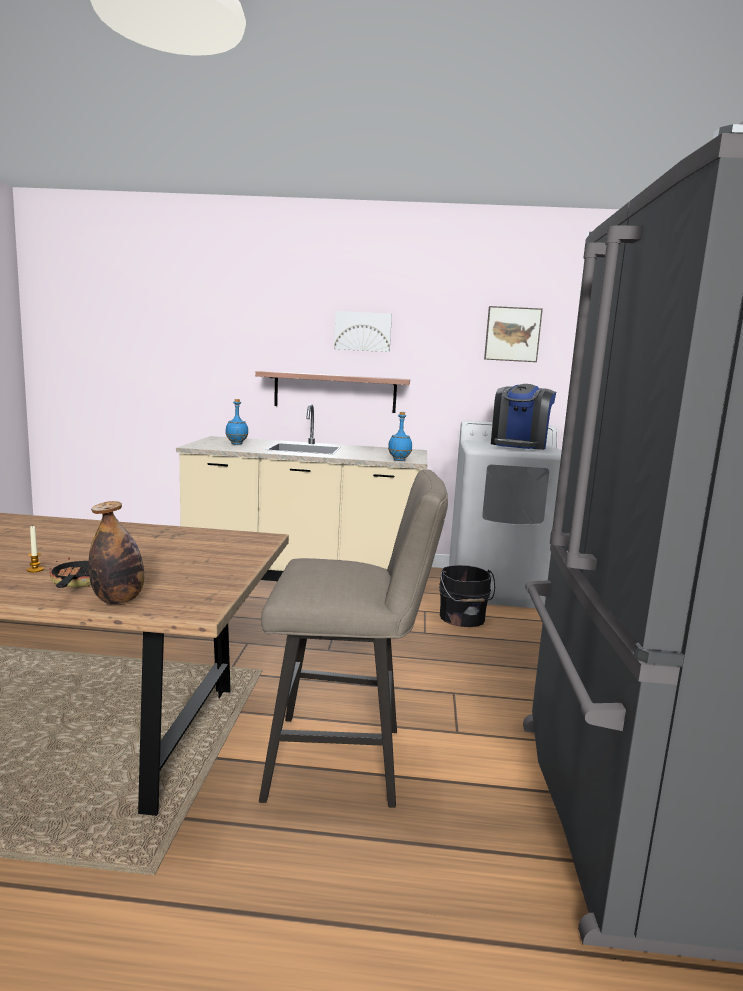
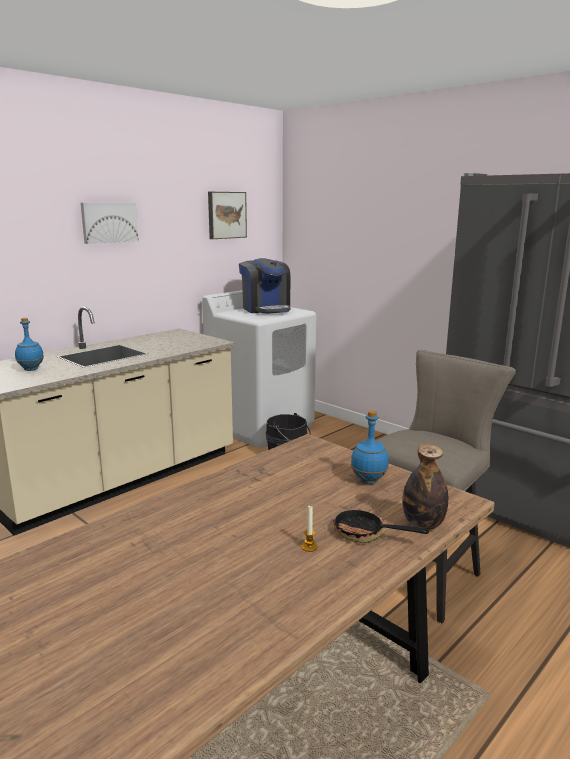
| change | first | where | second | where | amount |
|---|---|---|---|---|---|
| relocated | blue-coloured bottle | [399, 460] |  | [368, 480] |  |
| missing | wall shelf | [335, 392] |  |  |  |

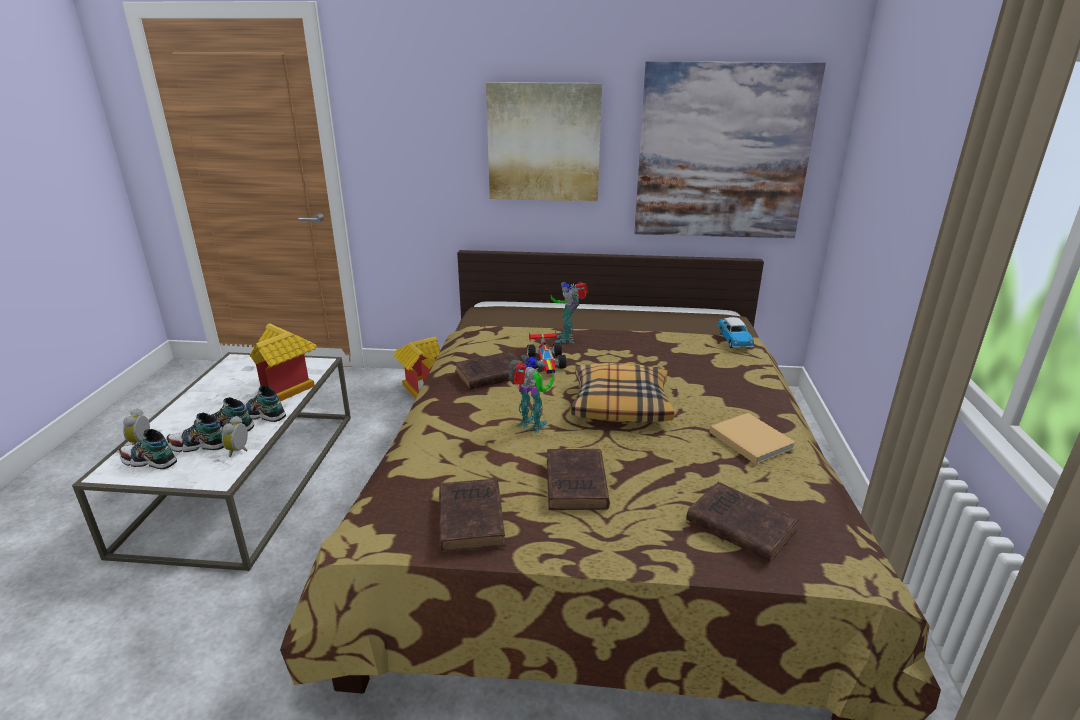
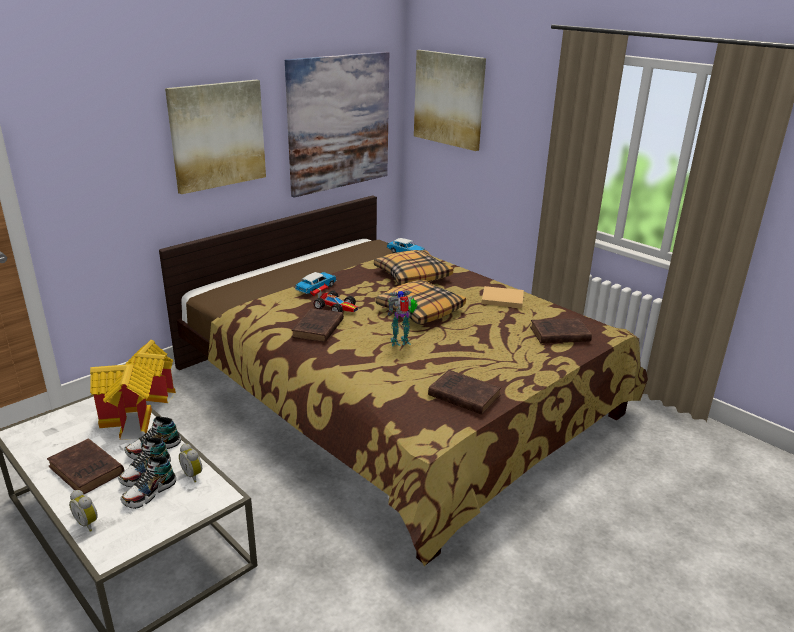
| change | first | where | second | where | amount |
|---|---|---|---|---|---|
| relocated | brownish book | [576, 485] |  | [87, 471] |  |
| exchanged | model robot | [567, 338] | toy car | [316, 288] |  |
| appeared |  |  | cushion | [412, 275] |  |
| appeared |  |  | wall art | [449, 99] |  |
| missing | shoe | [149, 462] |  |  |  |

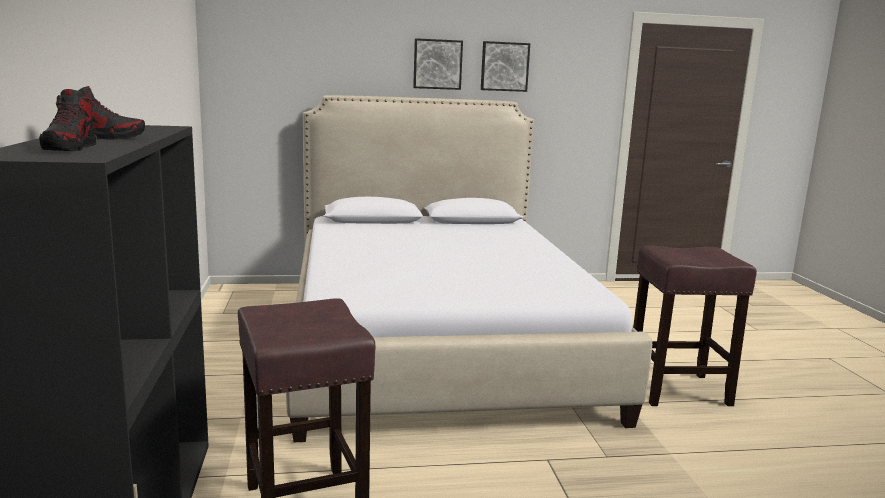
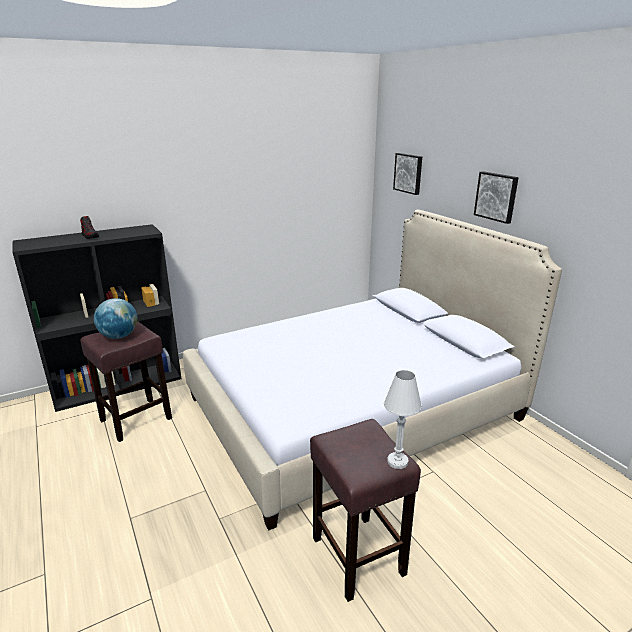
| change | first | where | second | where | amount |
|---|---|---|---|---|---|
| appeared |  |  | globe | [119, 336] |  |
| appeared |  |  | white lamp for a table | [397, 461] |  |
| relocated | wall art | [504, 66] |  | [408, 173] |  |
| missing | shoe | [70, 148] |  |  |  |

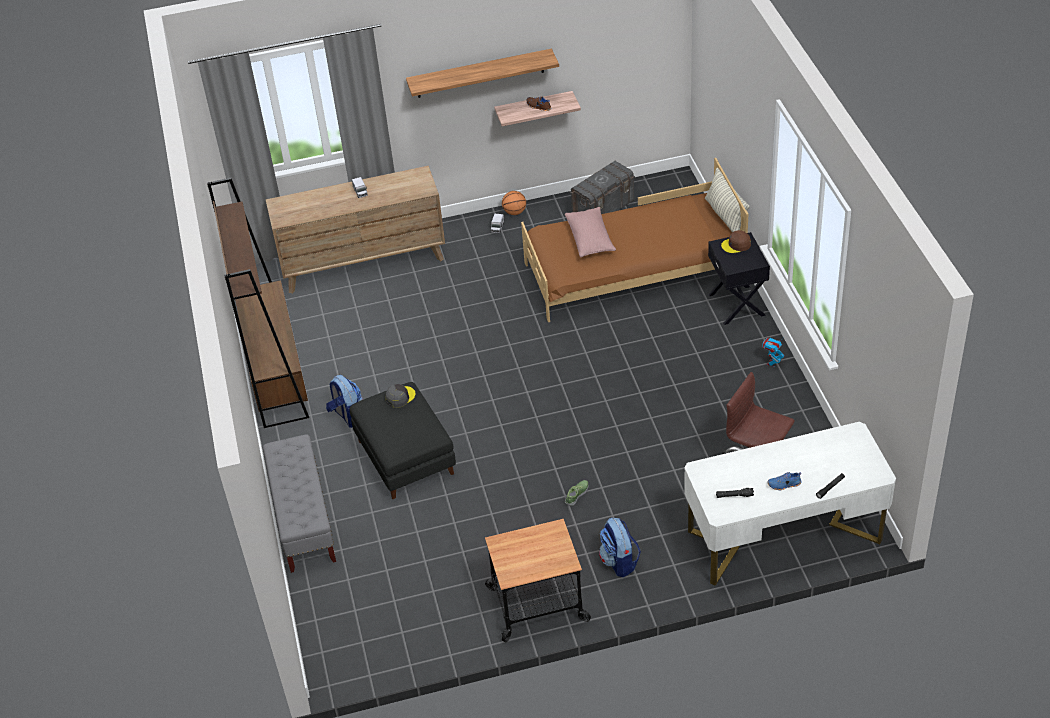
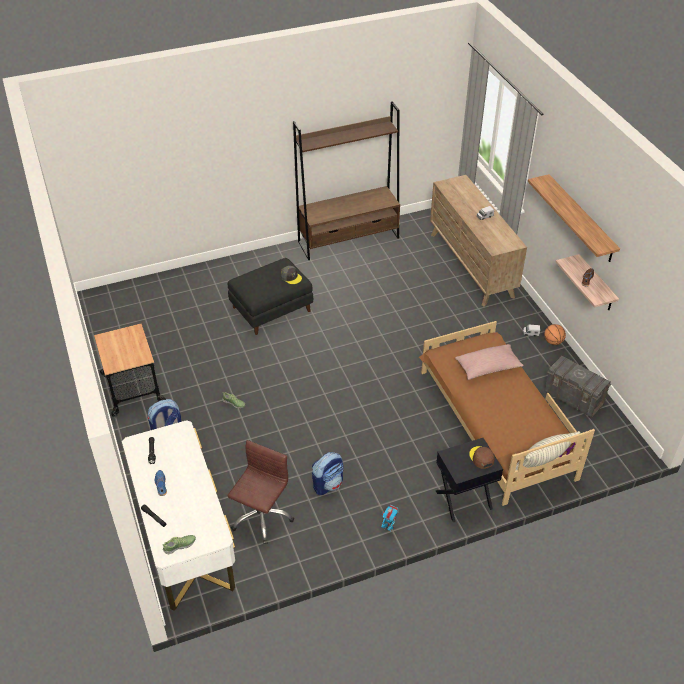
| change | first | where | second | where | amount |
|---|---|---|---|---|---|
| appeared |  |  | shoe | [179, 546] |  |
| relocated | knapsack | [347, 416] |  | [328, 484] |  |
| missing | grey bench | [304, 520] |  |  |  |

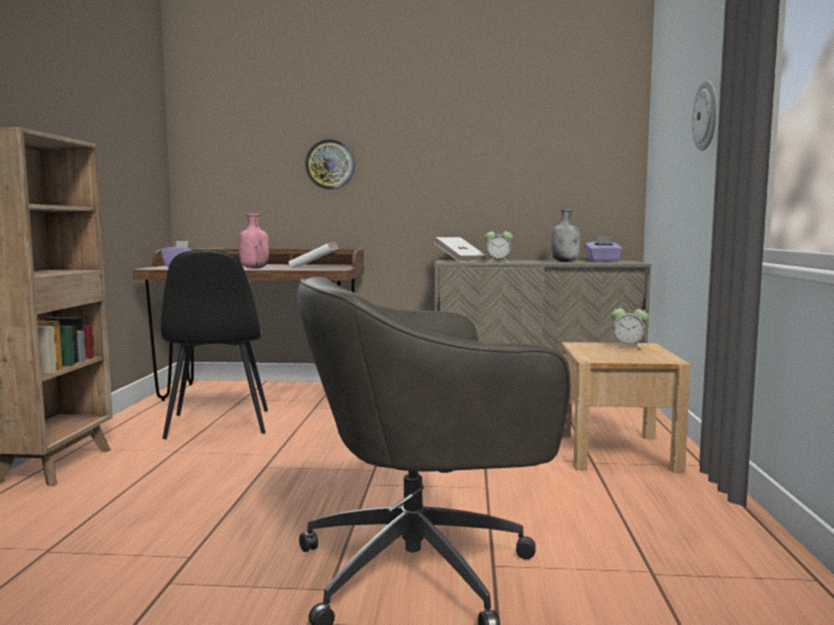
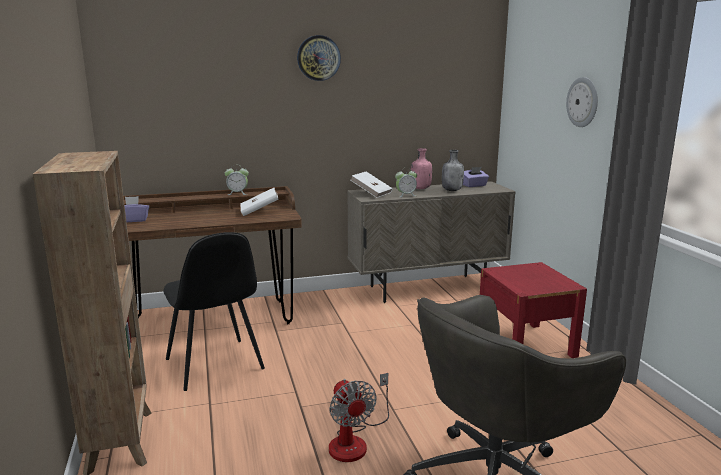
| change | first | where | second | where | amount |
|---|---|---|---|---|---|
| relocated | alarm clock | [628, 347] |  | [237, 193] |  |
| relocated | hanging clock | [330, 164] |  | [318, 58] |  |
| appeared |  |  | electric fan | [355, 441] |  |
| relocated | pinkish bottle | [254, 268] |  | [420, 188] |  |
| colour | beige night table | [616, 451] | reddish night table | [525, 344] |  |

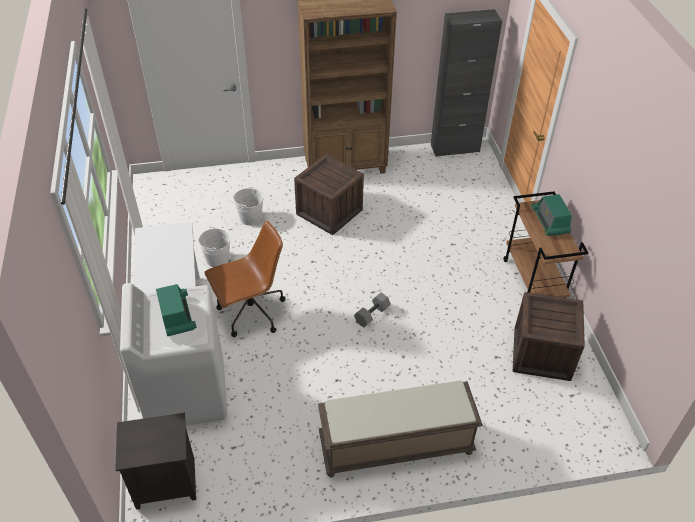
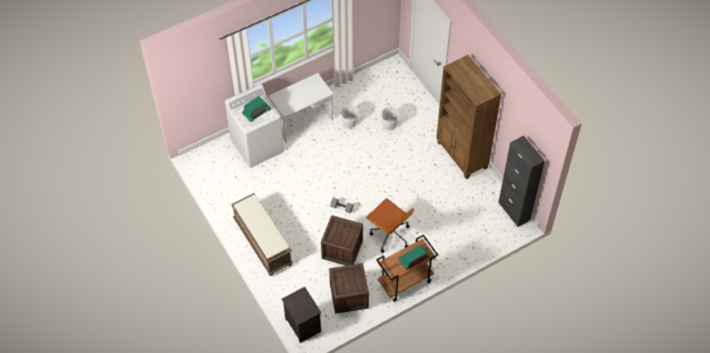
| change | first | where | second | where | amount |
|---|---|---|---|---|---|
| relocated | black-coloured night table | [165, 484] |  | [302, 325] |  |
| relocated | crate | [329, 212] |  | [342, 249] |  |
| relocated | brownish computer chair | [251, 313] |  | [390, 235] |  |

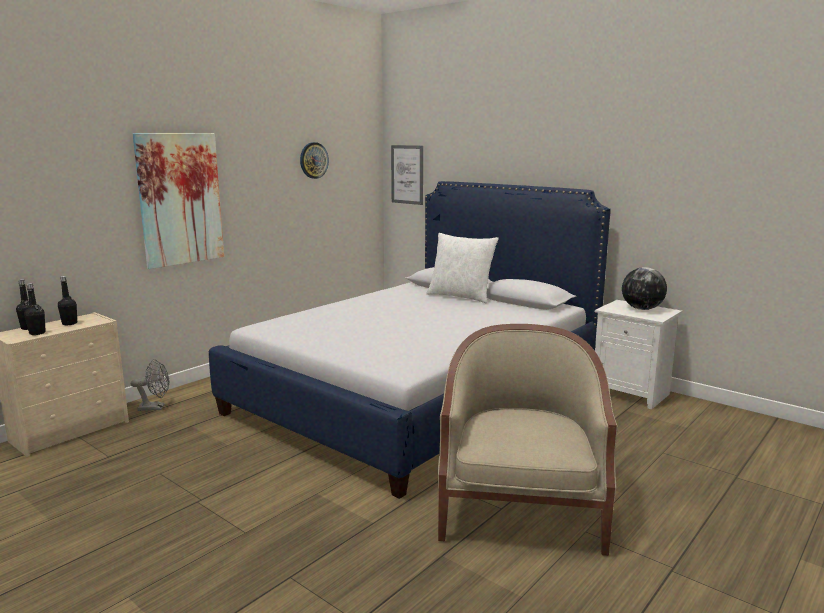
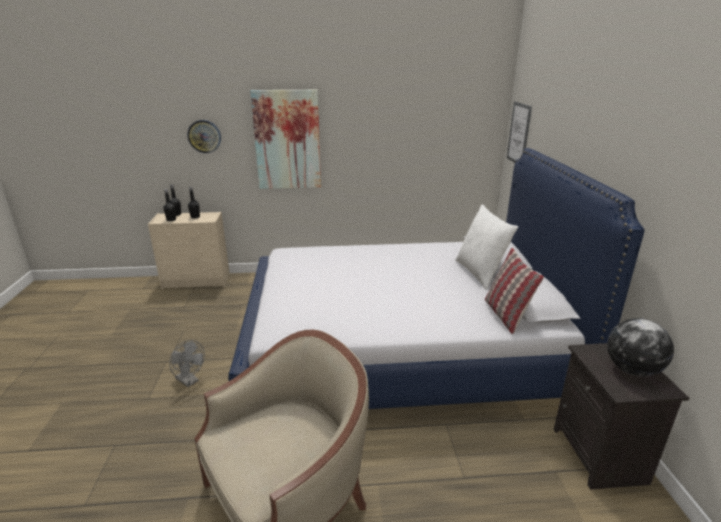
| change | first | where | second | where | amount |
|---|---|---|---|---|---|
| relocated | grey electric fan | [155, 407] |  | [189, 381] |  |
| relocated | hanging clock | [313, 160] |  | [204, 136] |  |
| appeared |  |  | cushion | [506, 315] |  |
| colour | white night table | [632, 393] | black-coloured night table | [601, 456] |  |

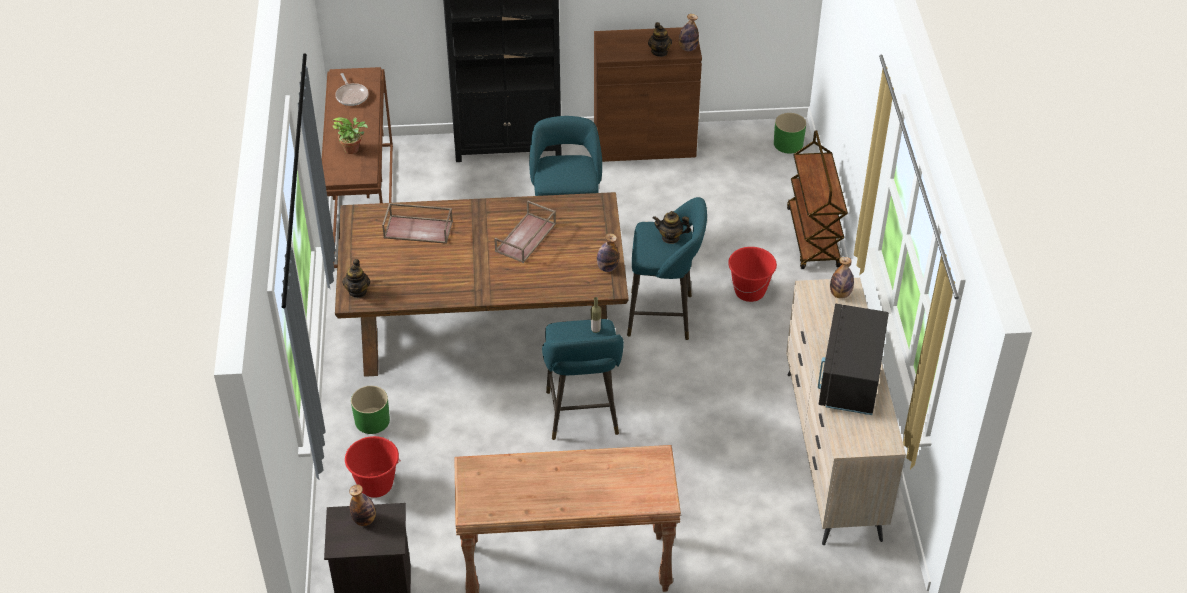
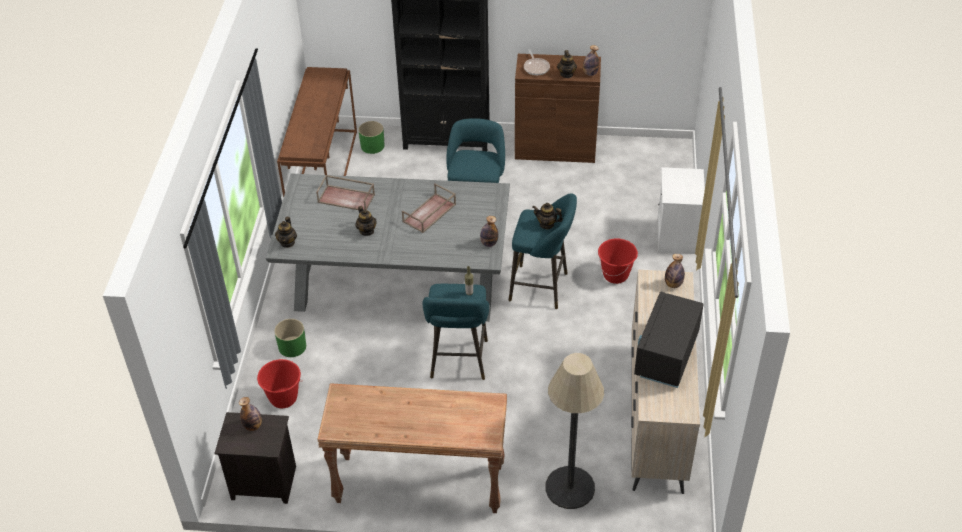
| change | first | where | second | where | amount |
|---|---|---|---|---|---|
| colour | brownish kitchen table | [486, 328] | grey kitchen table | [398, 283] |  |
| appeared |  |  | teapot | [367, 231] |  |
| relocated | green plant pot | [788, 144] |  | [372, 146] |  |
| relocated | frying pan | [351, 95] |  | [536, 67] |  |
| appeared |  |  | standing lamp | [570, 488] |  |
| exchanged | brownish cart | [813, 238] | white night table | [677, 237] |  |
| missing | potted plant | [353, 149] |  |  |  |

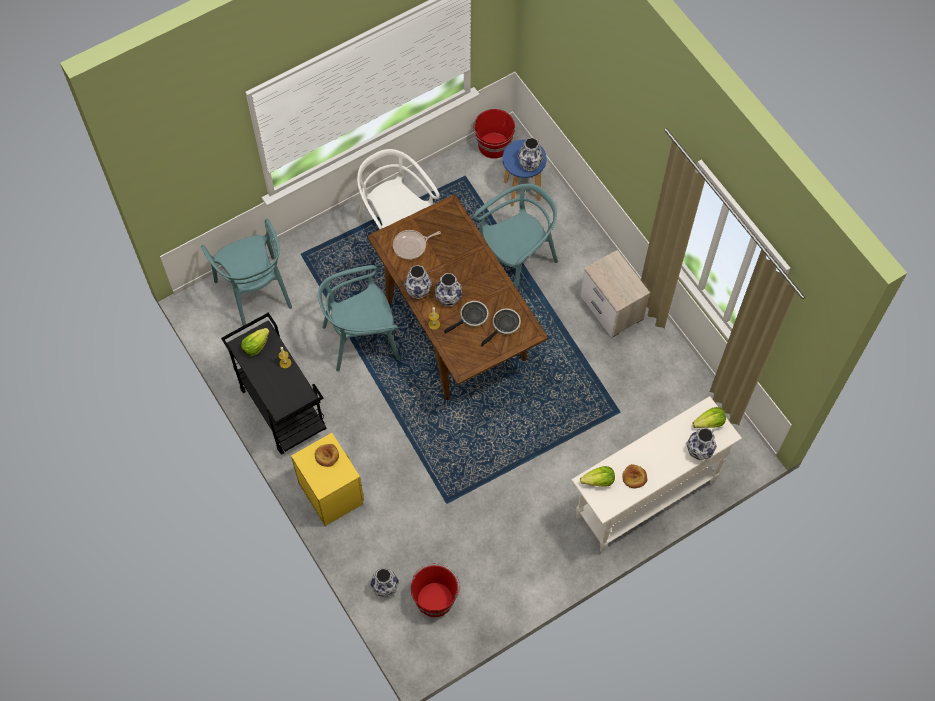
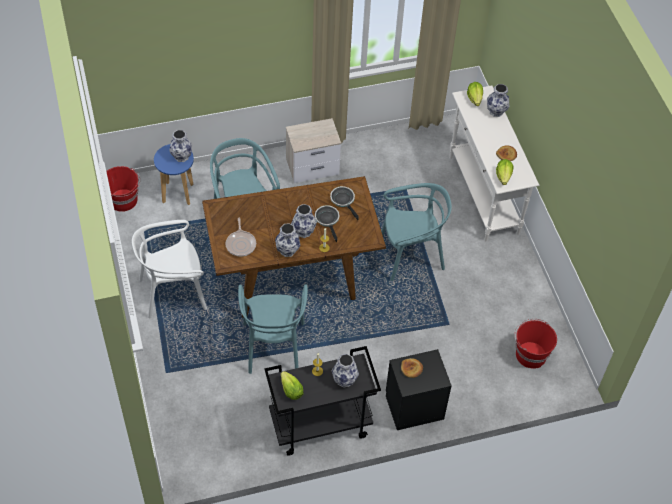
| change | first | where | second | where | amount |
|---|---|---|---|---|---|
| relocated | vase | [385, 588] |  | [345, 380] |  |
| relocated | turquoise upright chair | [255, 292] |  | [411, 254] |  |
| colour | yellowish night table | [331, 491] | black-coloured night table | [413, 406] |  |

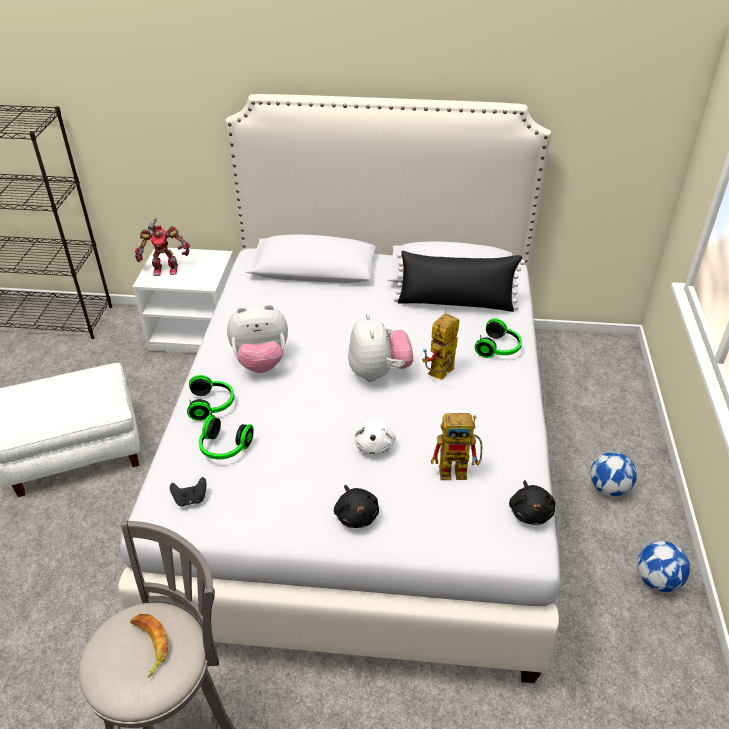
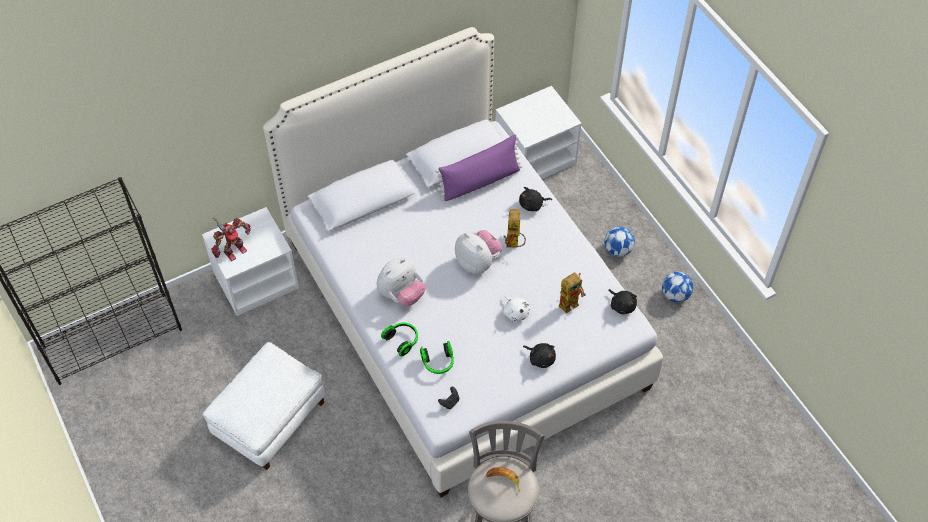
| change | first | where | second | where | amount |
|---|---|---|---|---|---|
| colour | black-coloured cushion | [456, 303] | purple-coloured cushion | [480, 181] |  |
| appeared |  |  | white night table | [535, 156] |  |
| exchanged | pair of headphones | [499, 349] | black-coloured plush toy | [532, 205] |  |

